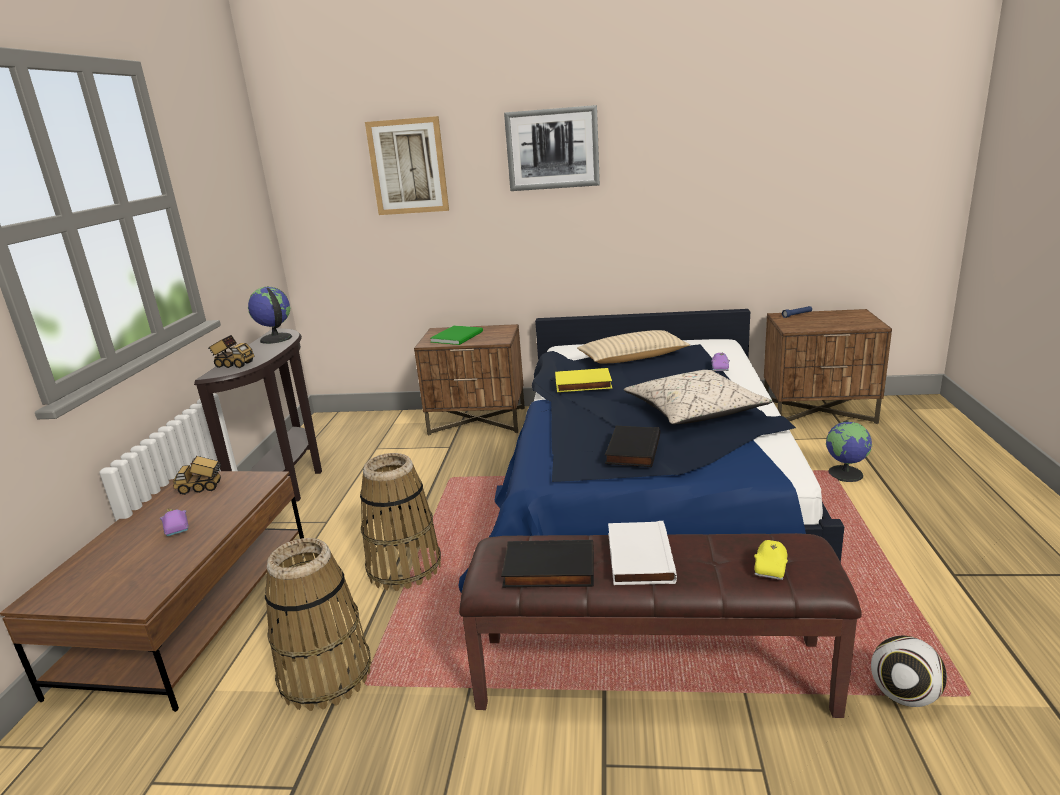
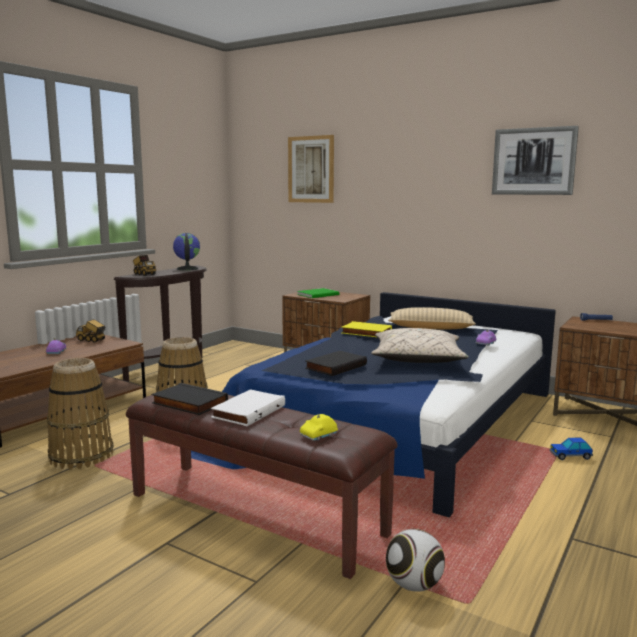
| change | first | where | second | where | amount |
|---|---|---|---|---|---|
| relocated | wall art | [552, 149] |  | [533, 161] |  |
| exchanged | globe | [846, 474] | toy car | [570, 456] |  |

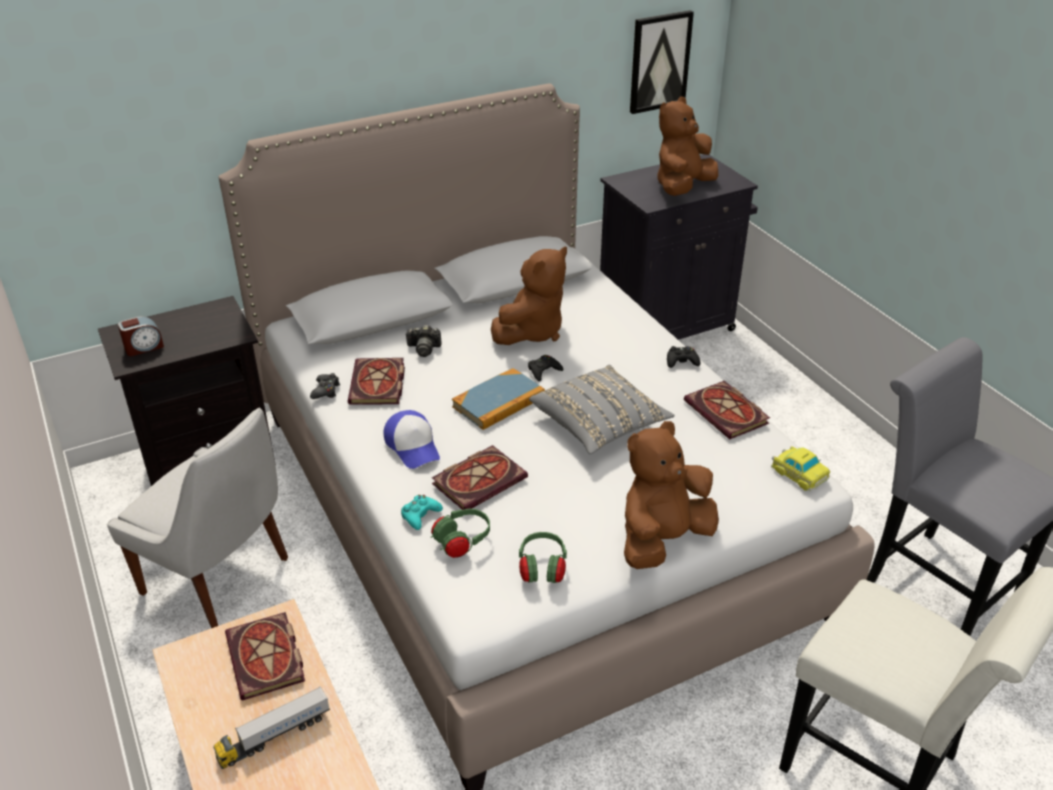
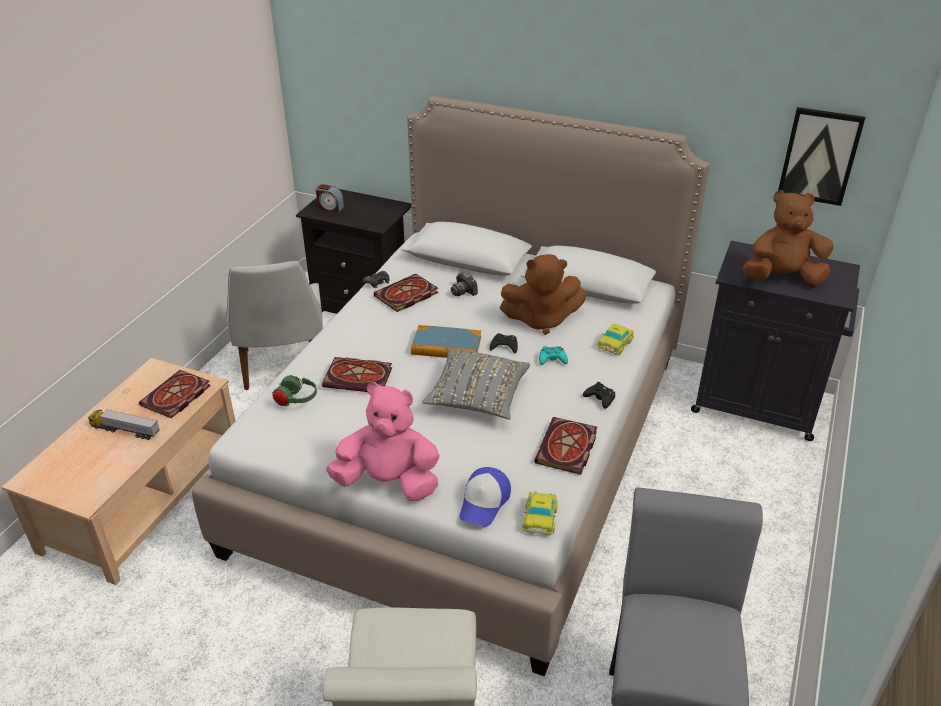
| change | first | where | second | where | amount |
|---|---|---|---|---|---|
| colour | brownish plush toy | [662, 540] | pinkish plush toy | [388, 482] |  |
| relocated | peaked cap | [413, 446] |  | [484, 502] |  |
| relocated | turquoise joypad | [420, 515] |  | [552, 359] |  |
| appeared |  |  | toy car | [615, 343] |  |
| missing | green pair of headphones | [542, 569] |  |  |  |

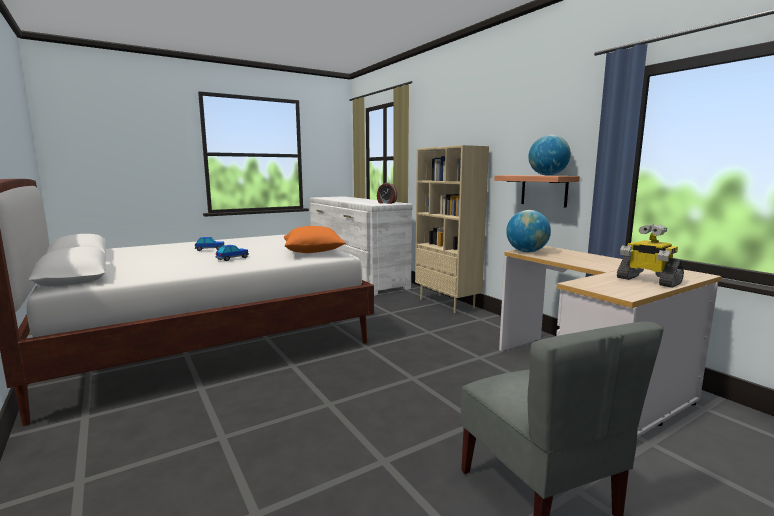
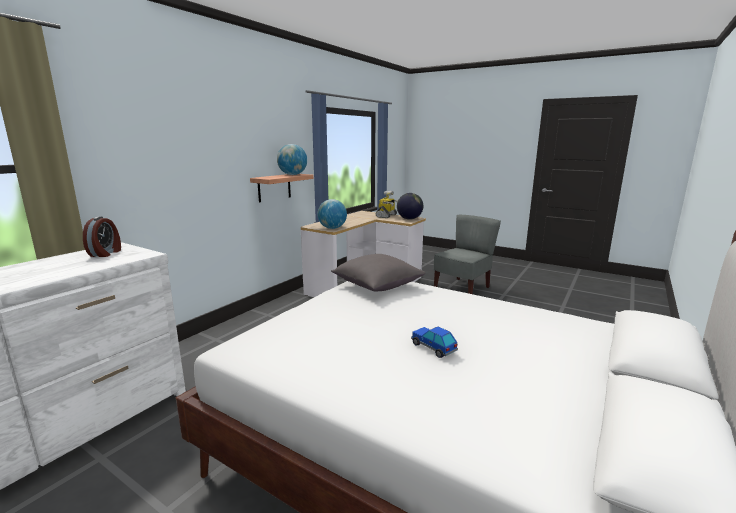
| change | first | where | second | where | amount |
|---|---|---|---|---|---|
| colour | orange-coloured cushion | [313, 252] | grey cushion | [377, 285] |  |
| appeared |  |  | globe | [409, 219] |  |
| missing | toy car | [232, 258] |  |  |  |
| missing | beige bookcase | [447, 303] |  |  |  |

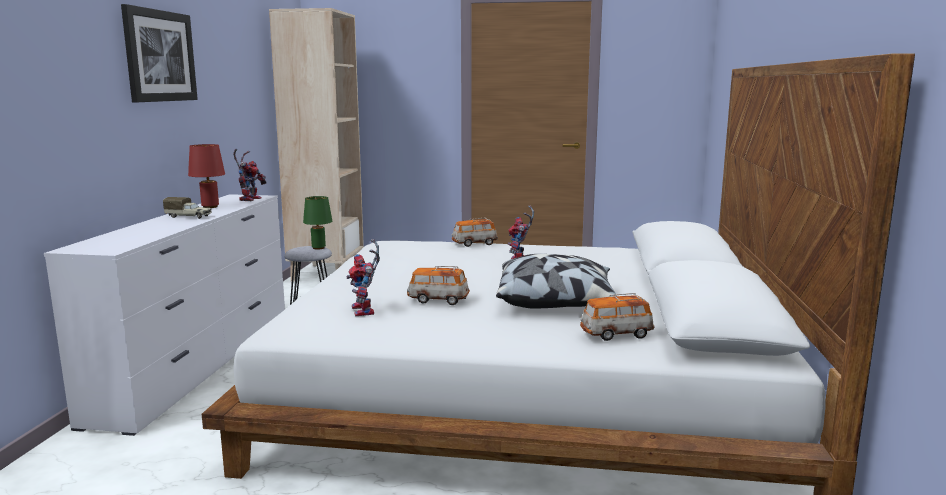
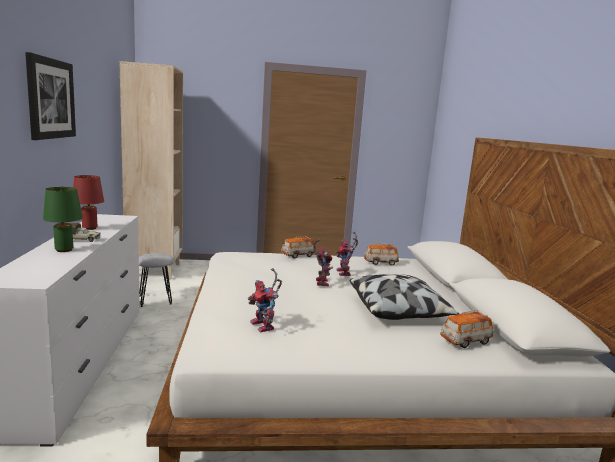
| change | first | where | second | where | amount |
|---|---|---|---|---|---|
| relocated | green lamp for a table | [318, 248] |  | [64, 250] |  |
| relocated | model robot | [250, 199] |  | [320, 282] |  |
| relocated | toy car | [438, 300] |  | [380, 263] |  |

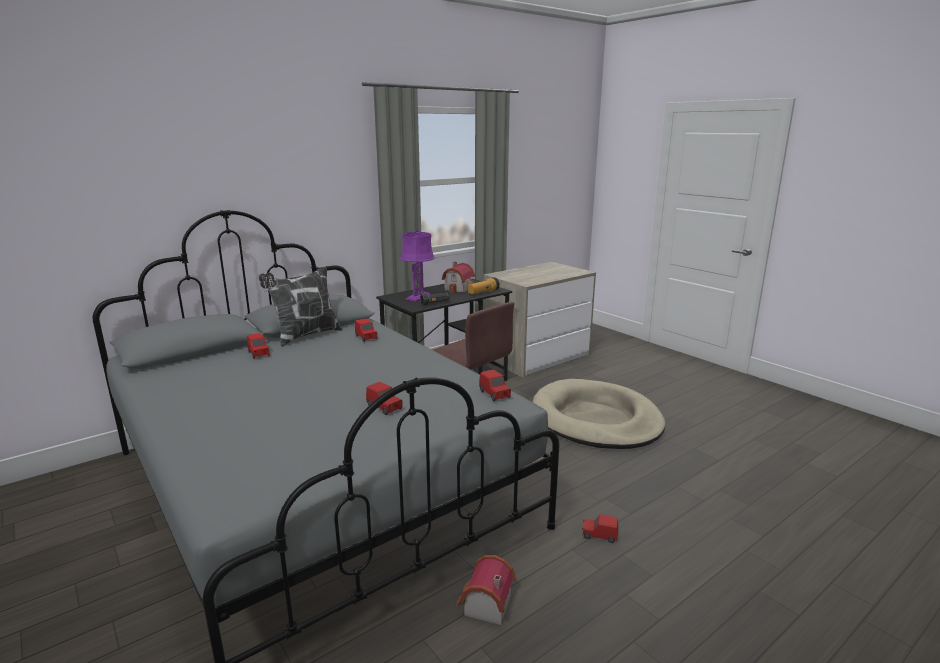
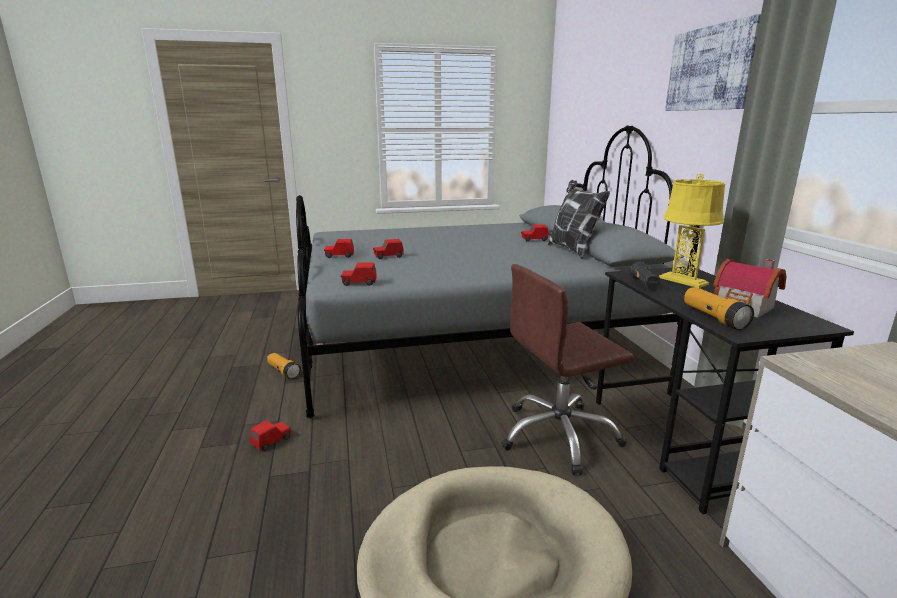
| change | first | where | second | where | amount |
|---|---|---|---|---|---|
| exchanged | toy house | [484, 606] | flashlight | [283, 372] |  |
| relocated | reddish toy car | [366, 337] |  | [339, 256] |  |
| colour | purple-coloured lamp for a table | [418, 297] | yellowish lamp for a table | [683, 281] |  |
| appeared |  |  | wall art | [710, 68] |  |

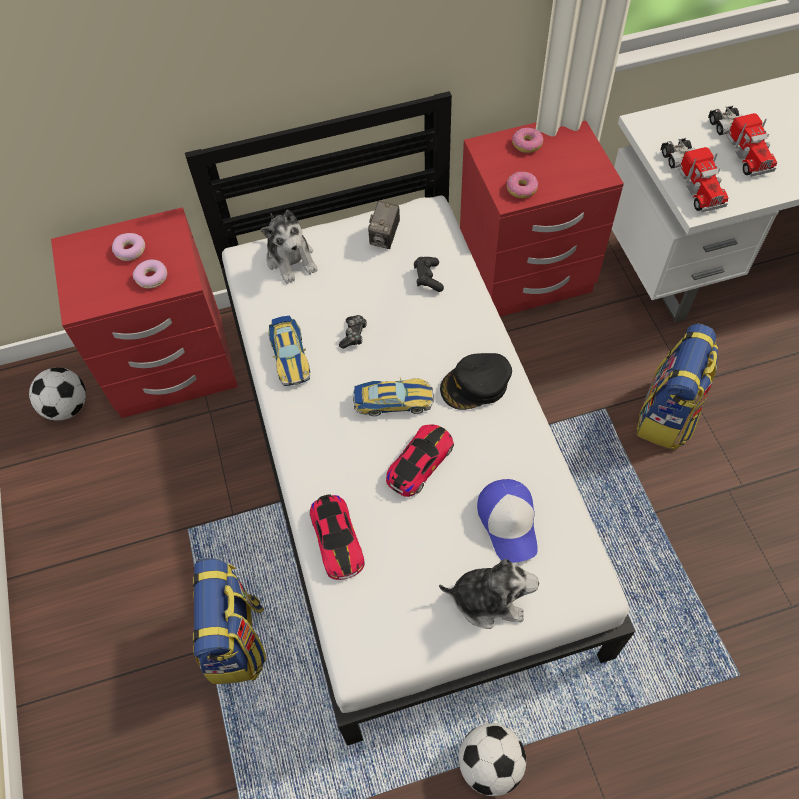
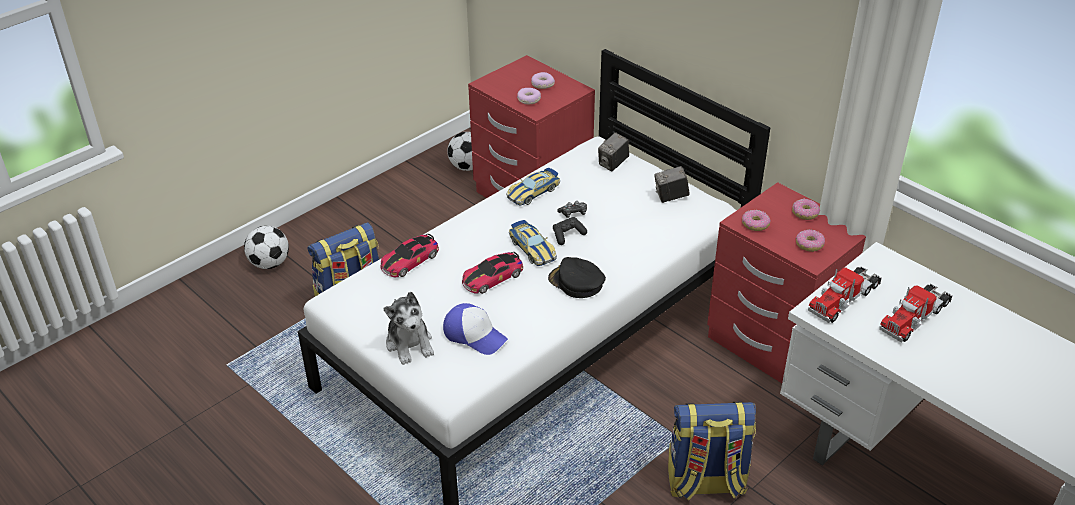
| change | first | where | second | where | amount |
|---|---|---|---|---|---|
| relocated | ball for football | [490, 764] |  | [270, 264] |  |
| spun | peaked cap | [509, 522] |  | [474, 335] | 105 degrees counterclockwise |
| spun | toy car | [420, 462] |  | [492, 277] | 135 degrees clockwise |
| relocated | black-coloured joypad | [428, 278] |  | [568, 235] |  |
| exchanged | plush toy | [291, 259] | still camera | [613, 164] |  |
| appeared |  |  | donut | [809, 244] |  |

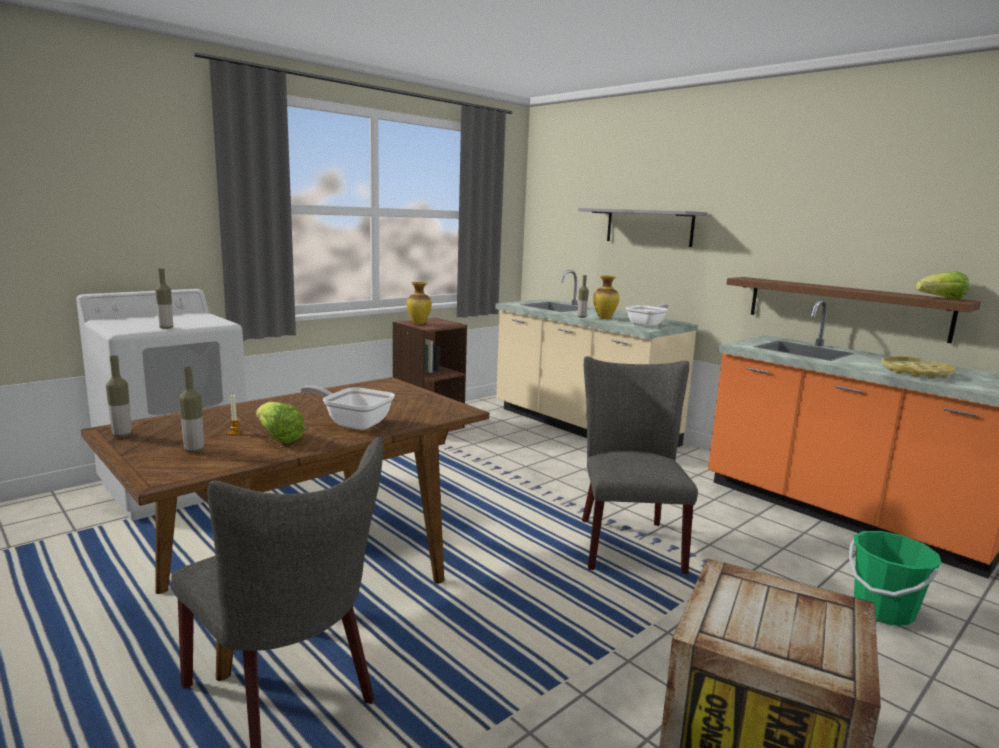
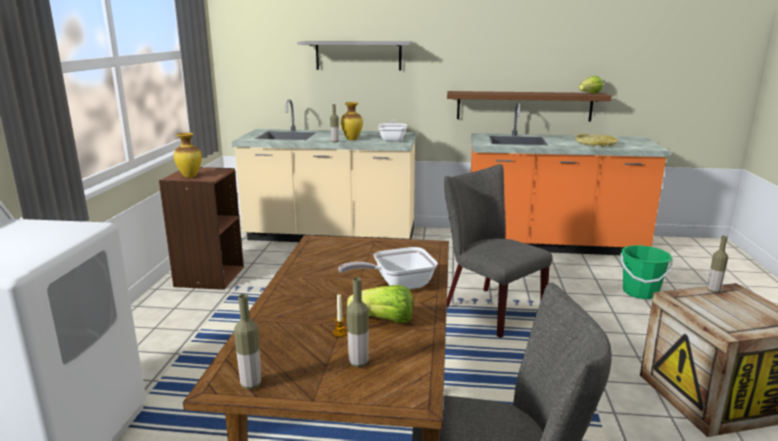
| change | first | where | second | where | amount |
|---|---|---|---|---|---|
| relocated | bottle | [166, 328] |  | [713, 290] |  |

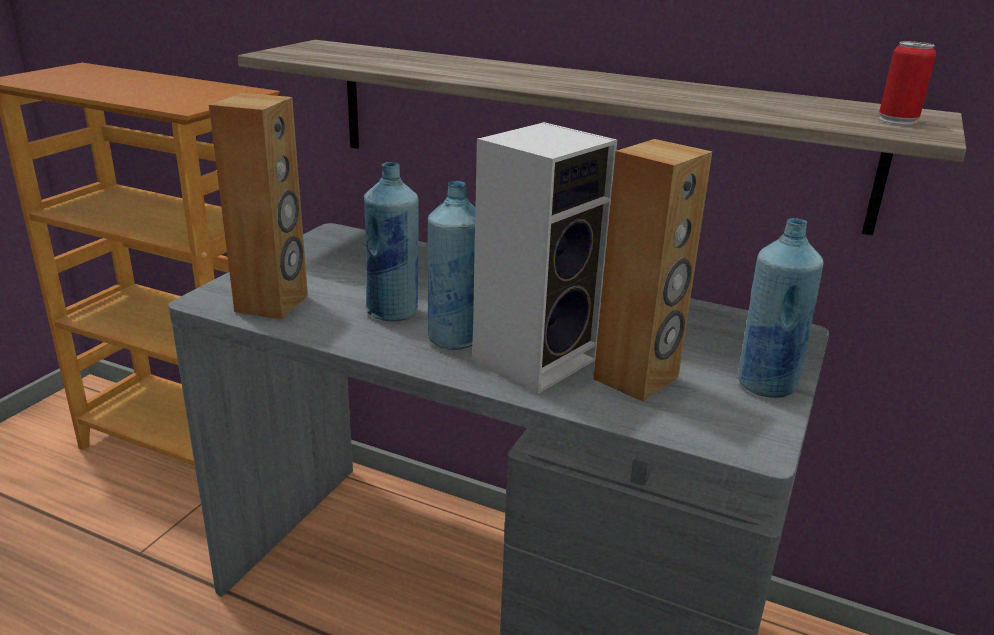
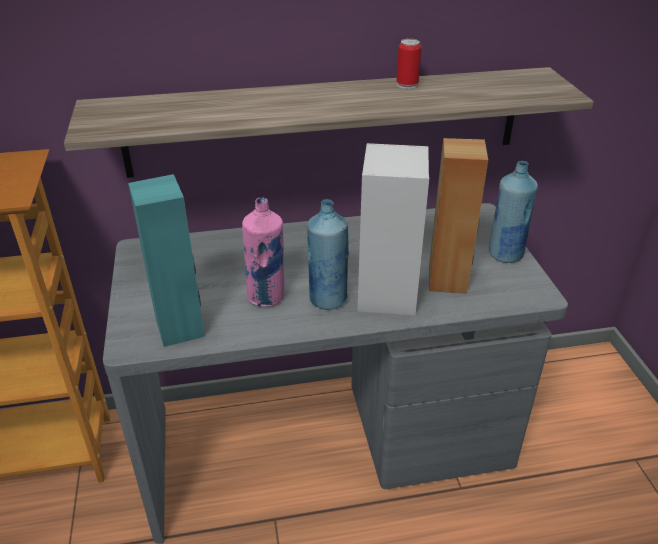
| change | first | where | second | where | amount |
|---|---|---|---|---|---|
| colour | brownish speaker | [273, 304] | turquoise speaker | [180, 327] |  |
| colour | blue-coloured bottle | [393, 312] | pinkish bottle | [267, 297] |  |
| relocated | metal can | [897, 120] |  | [407, 85] |  |

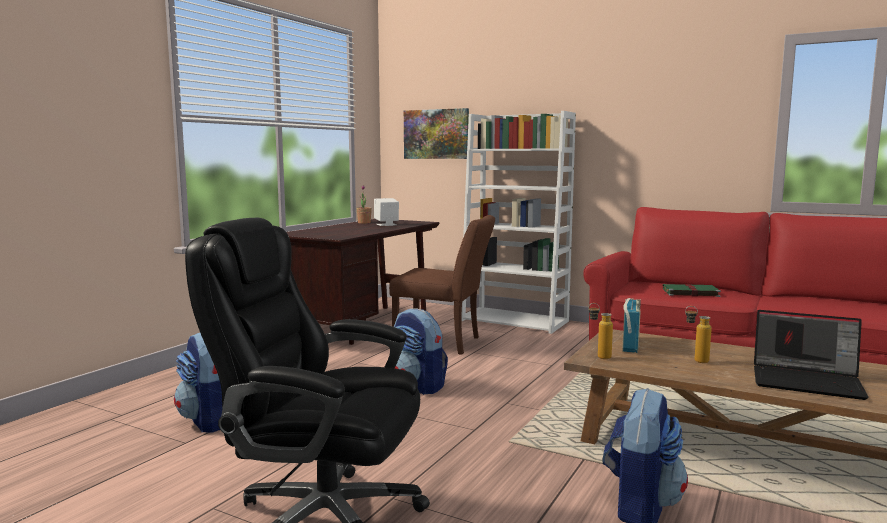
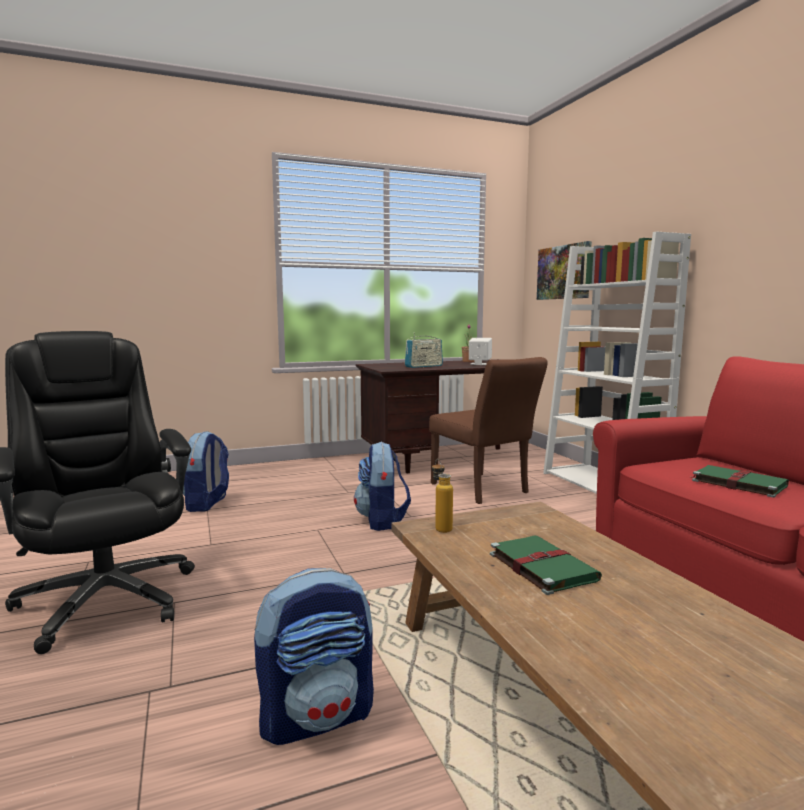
| change | first | where | second | where | amount |
|---|---|---|---|---|---|
| relocated | radio | [630, 344] |  | [424, 366] |  |
| exchanged | bottle | [695, 360] | green book | [540, 566] |  |
| missing | portable computer | [808, 381] |  |  |  |

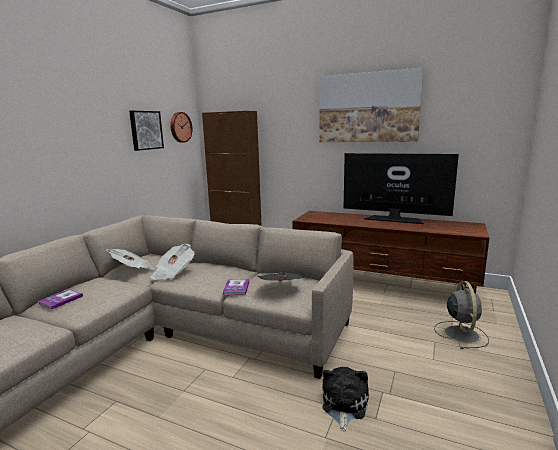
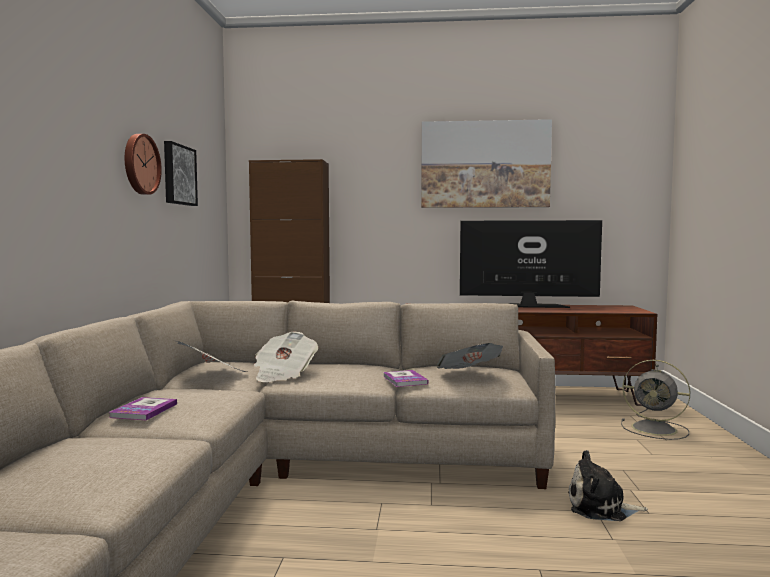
| change | first | where | second | where | amount |
|---|---|---|---|---|---|
| relocated | hanging clock | [180, 127] |  | [140, 164] |  |
| spun | plush toy | [343, 405] |  | [600, 507] | 75 degrees counterclockwise |
| spun | grey electric fan | [461, 333] |  | [656, 429] | 135 degrees clockwise |

